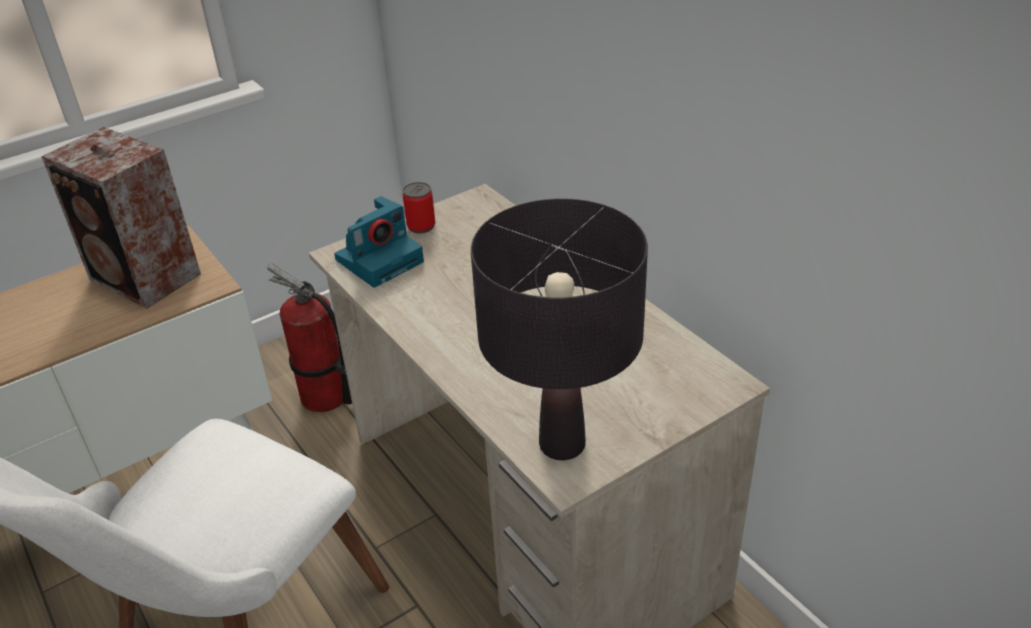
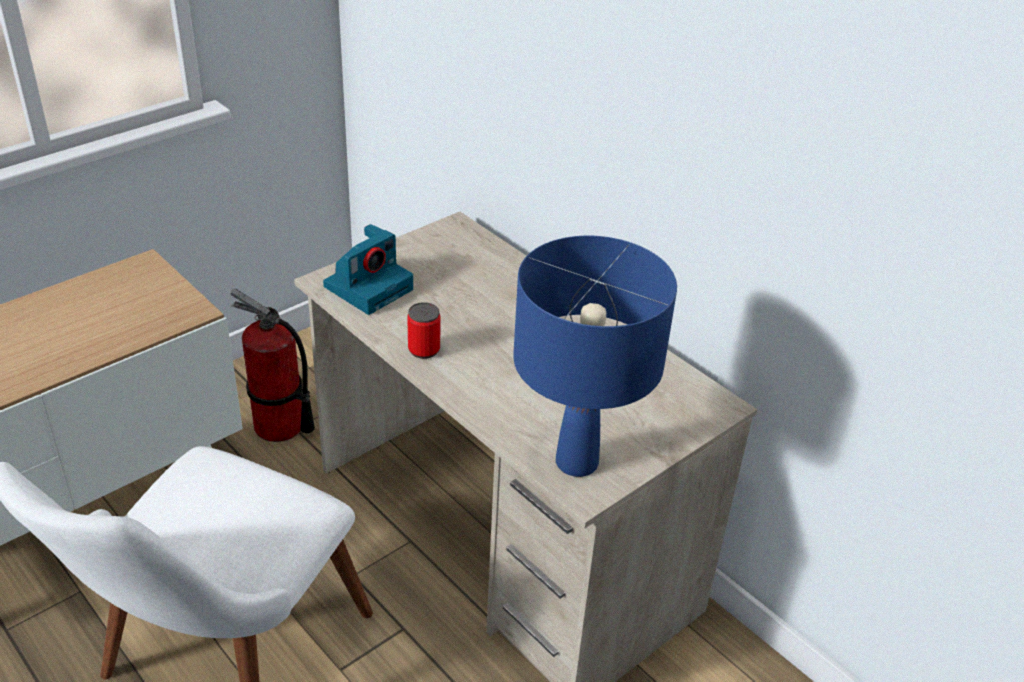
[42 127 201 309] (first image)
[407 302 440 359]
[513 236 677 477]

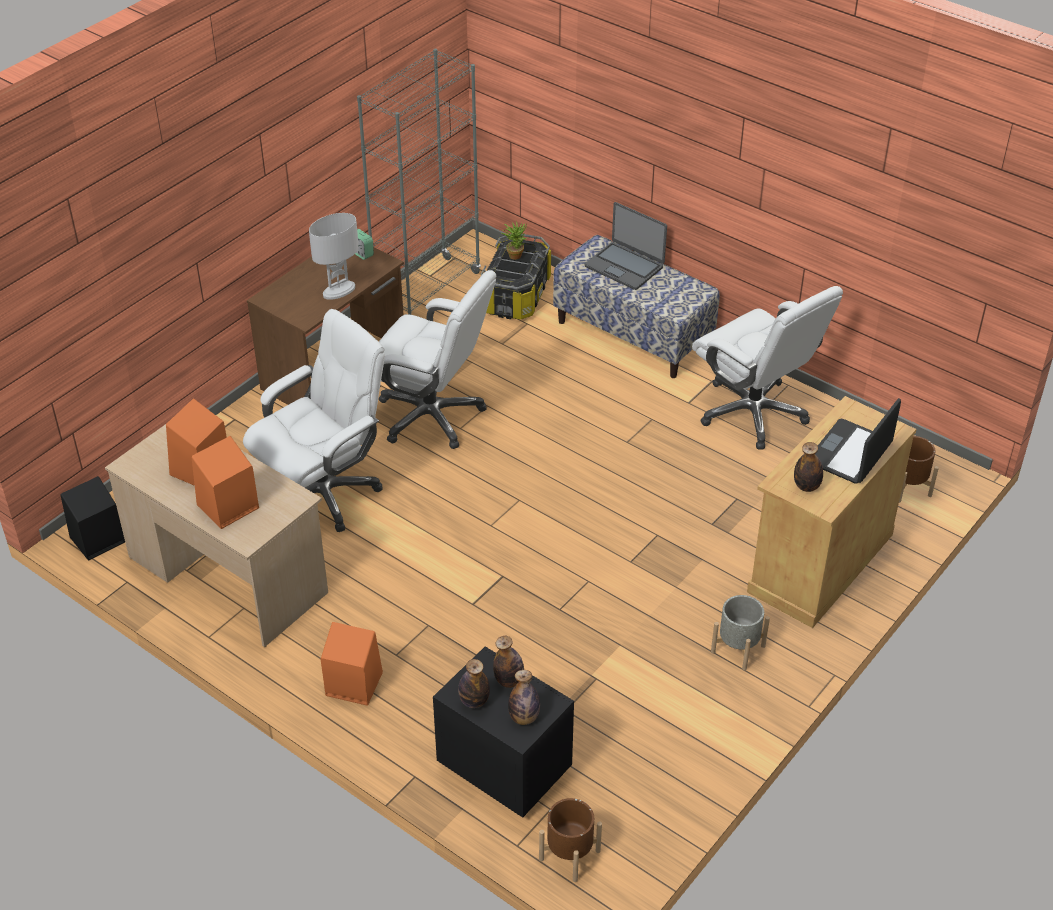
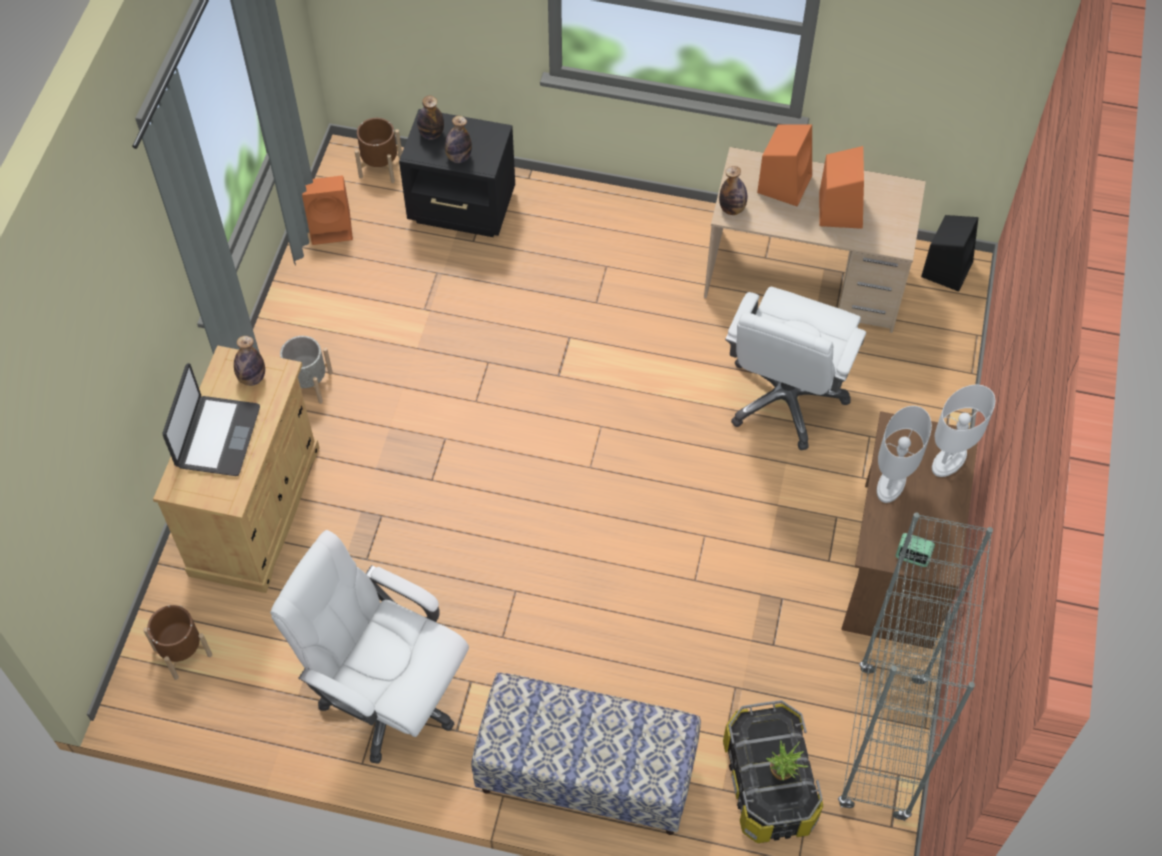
[379 270 496 449] (first image)
[585 202 667 290] (first image)
[932 385 995 477]
[302 176 353 245]
[719 166 747 215]

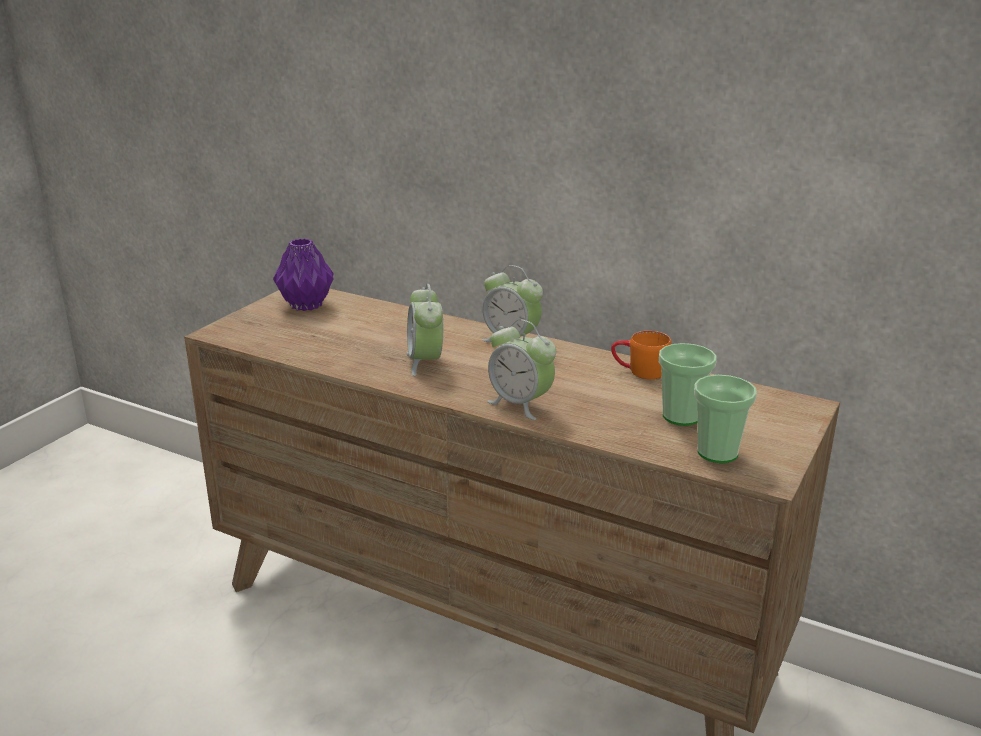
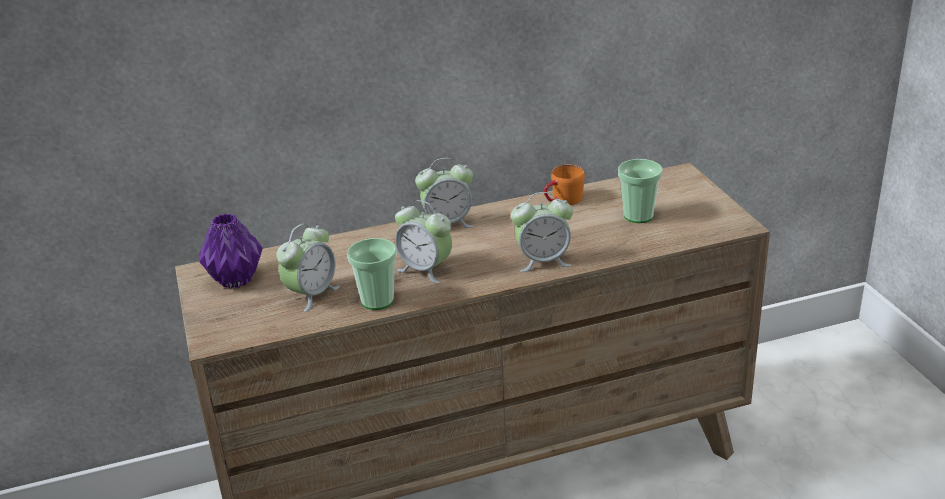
[276 224 340 312]
[347 238 397 310]

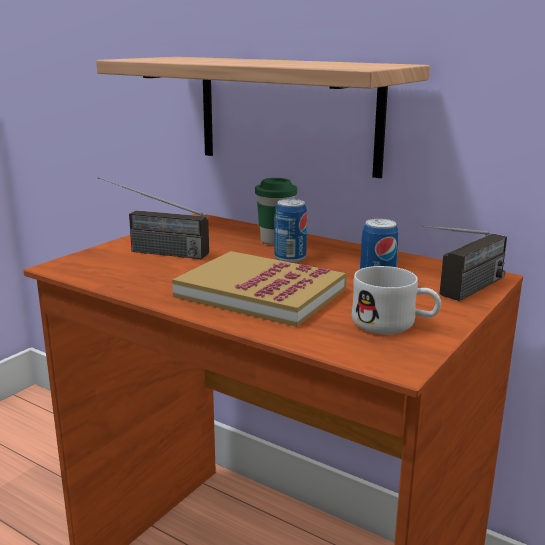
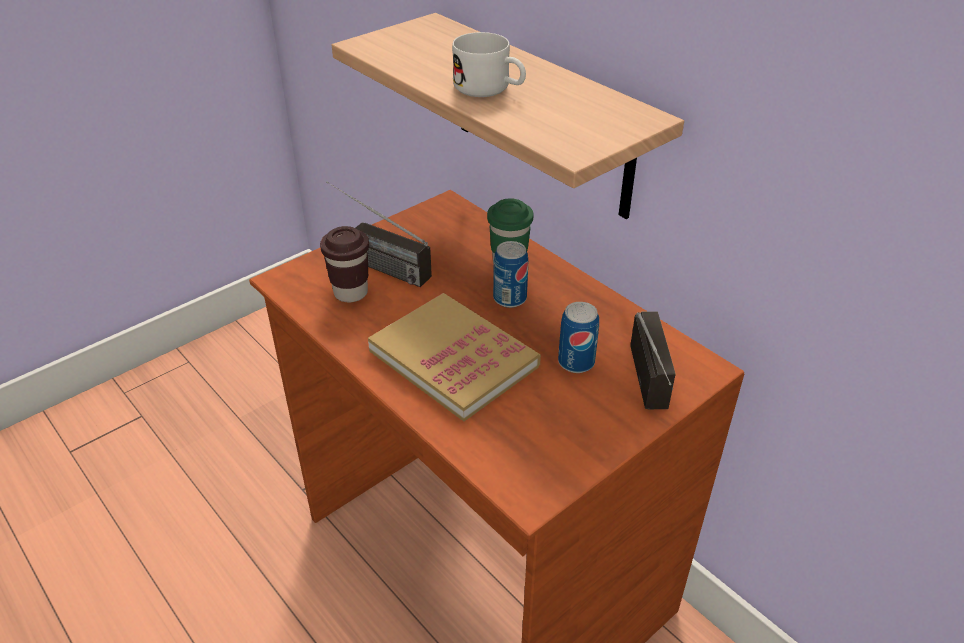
[320 226 369 302]
[452 32 526 97]
[630 311 676 409]

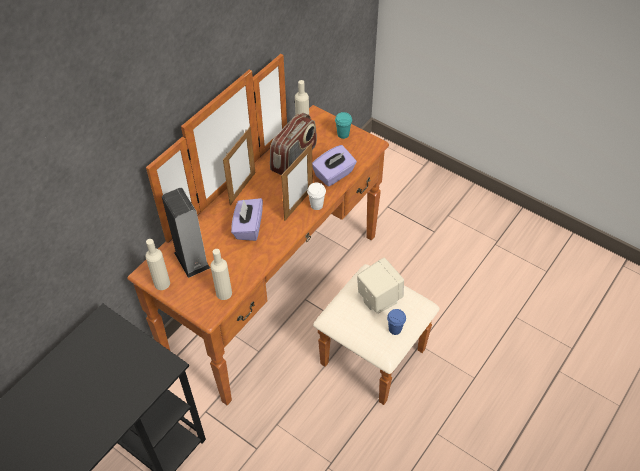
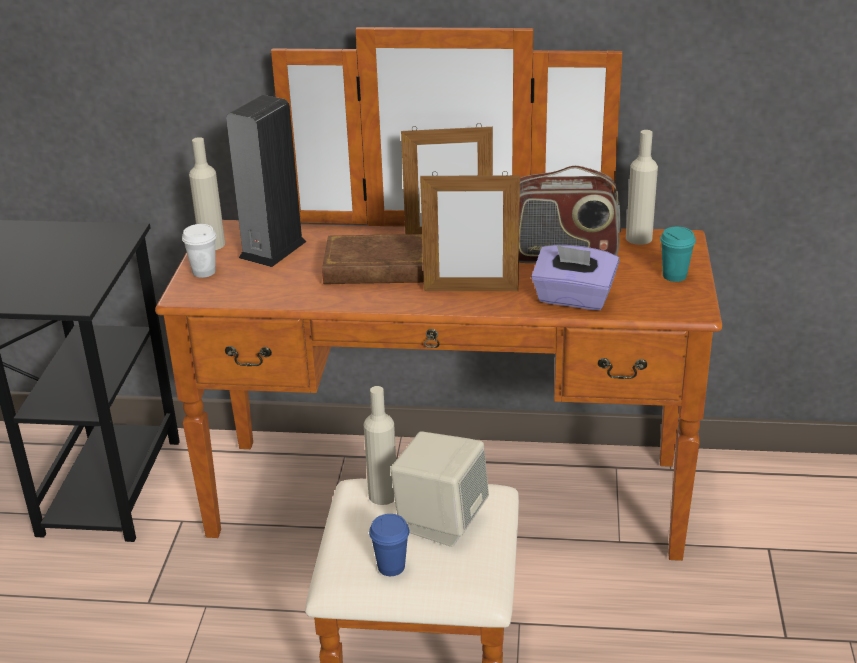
[364 386 396 505]
[182 224 216 278]
[322 234 424 284]

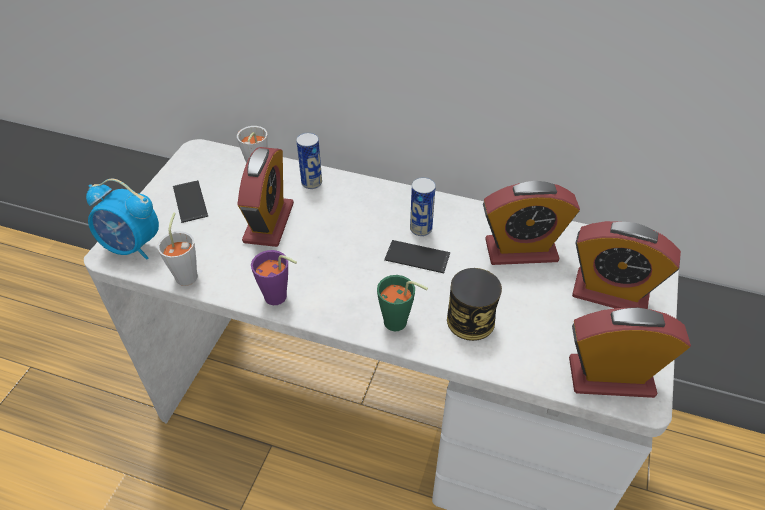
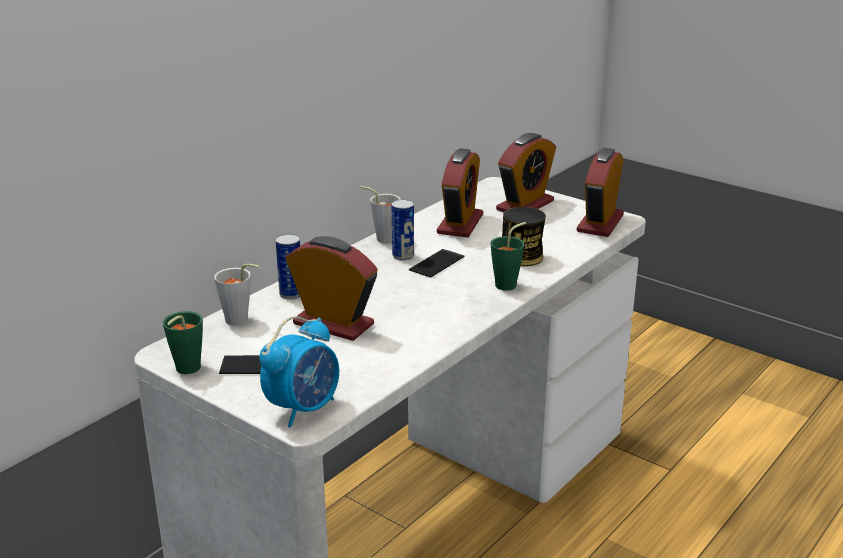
[251 250 297 305] (first image)
[163 311 203 374]
[360 186 401 243]

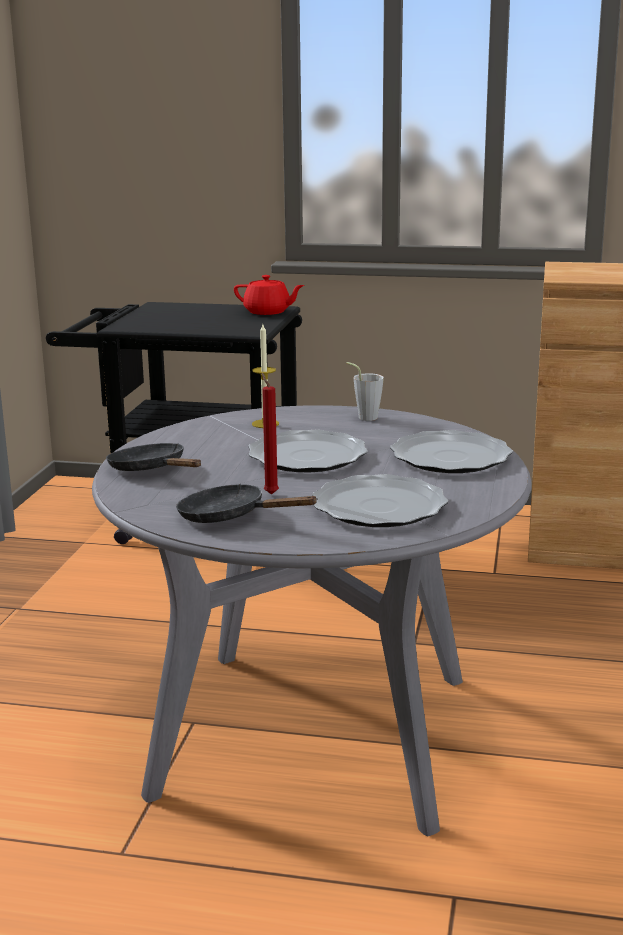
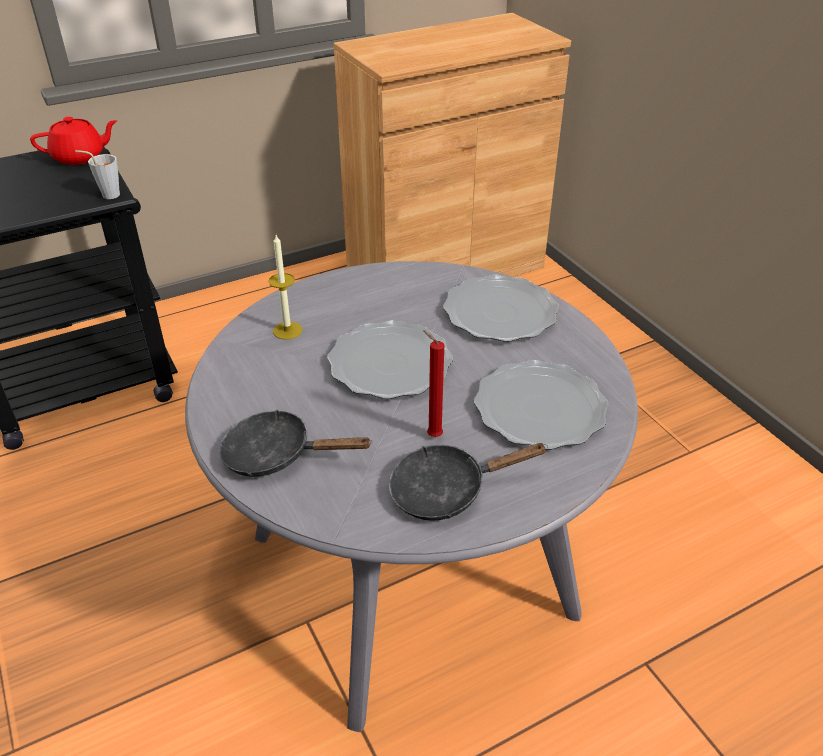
[75 150 120 199]

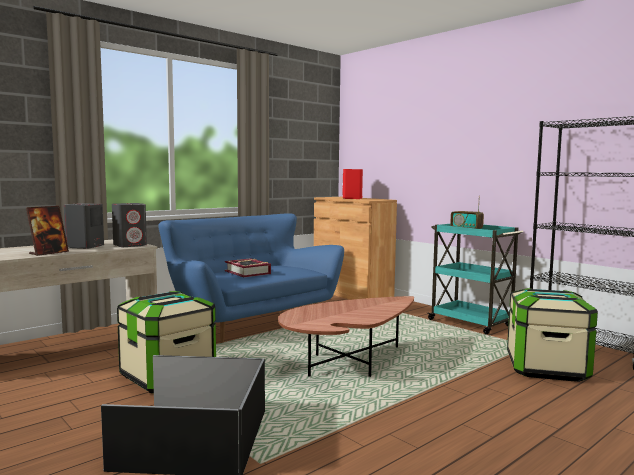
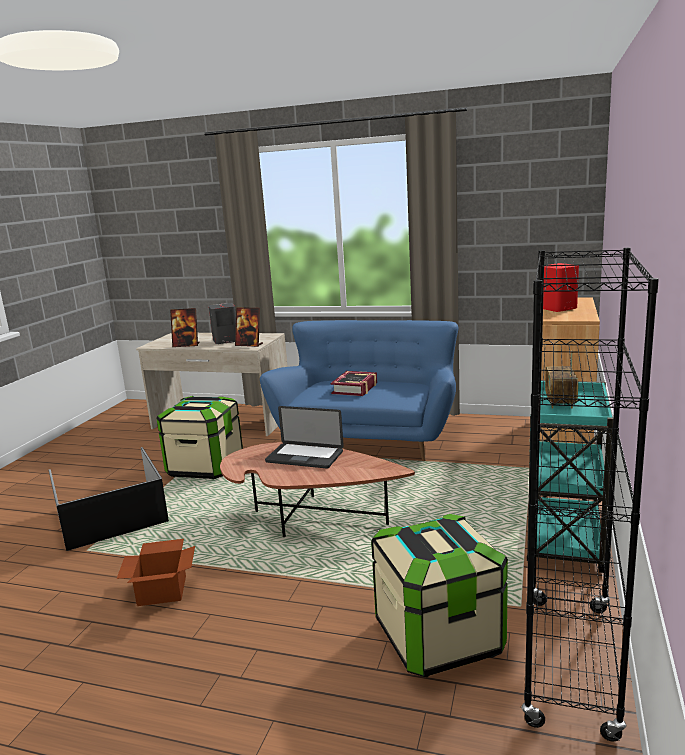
[117 539 195 606]
[265 406 344 468]
[235 307 263 347]

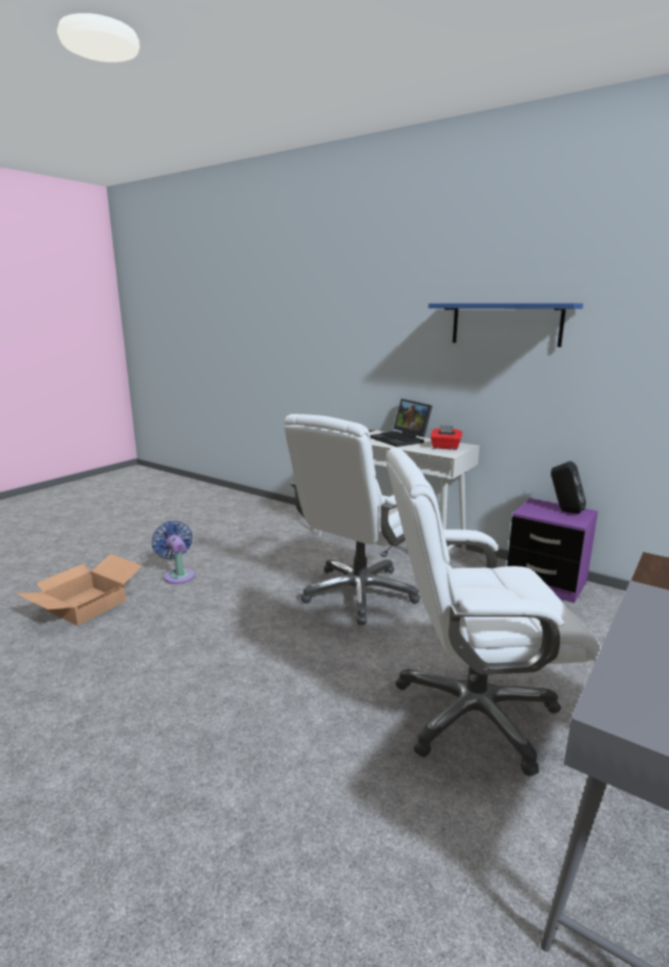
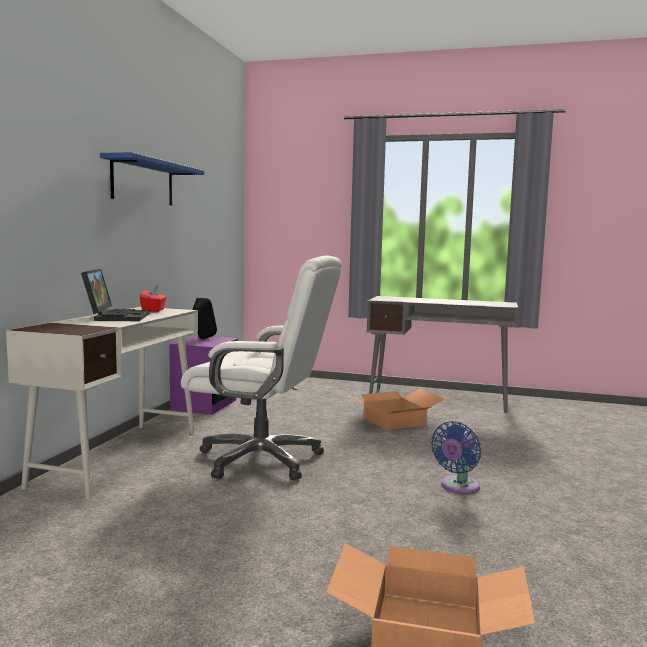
[431 421 481 494]
[346 389 444 430]
[81 269 150 321]

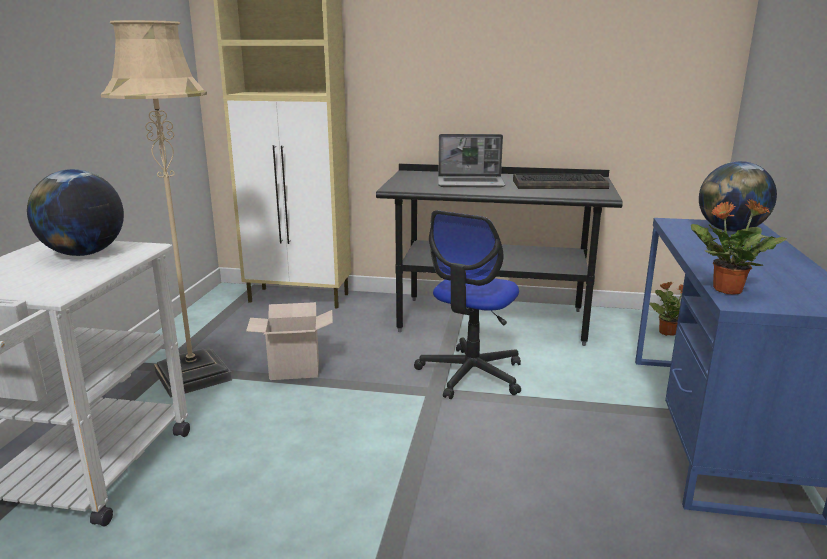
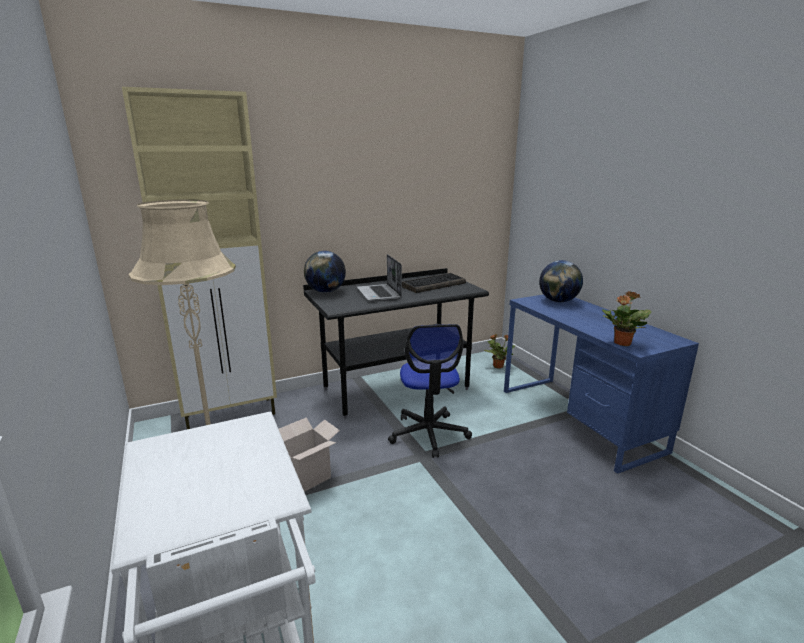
[304 251 346 293]
[357 254 402 302]

